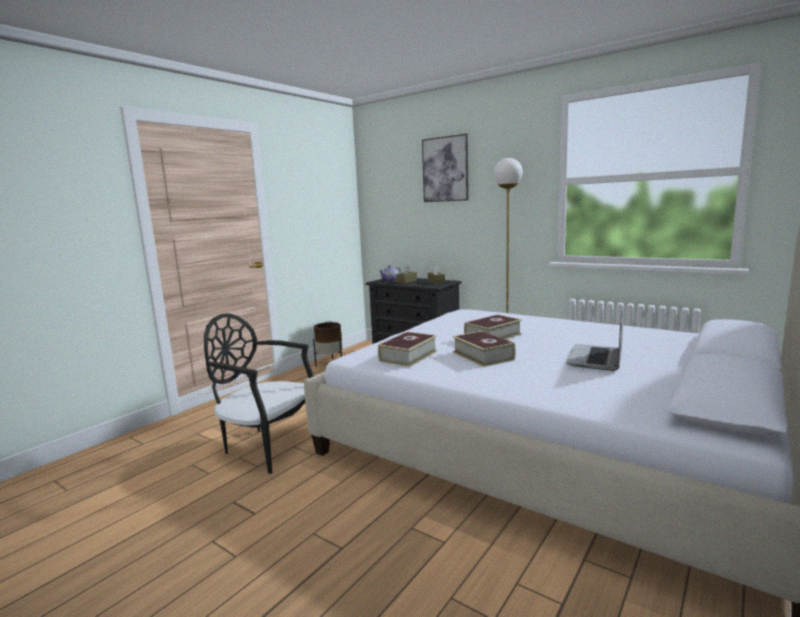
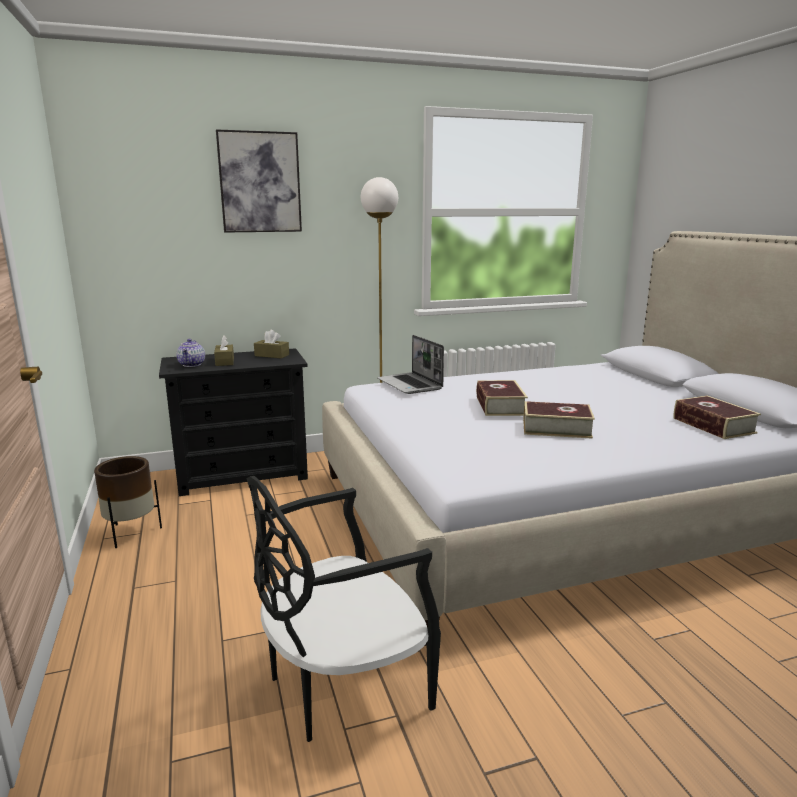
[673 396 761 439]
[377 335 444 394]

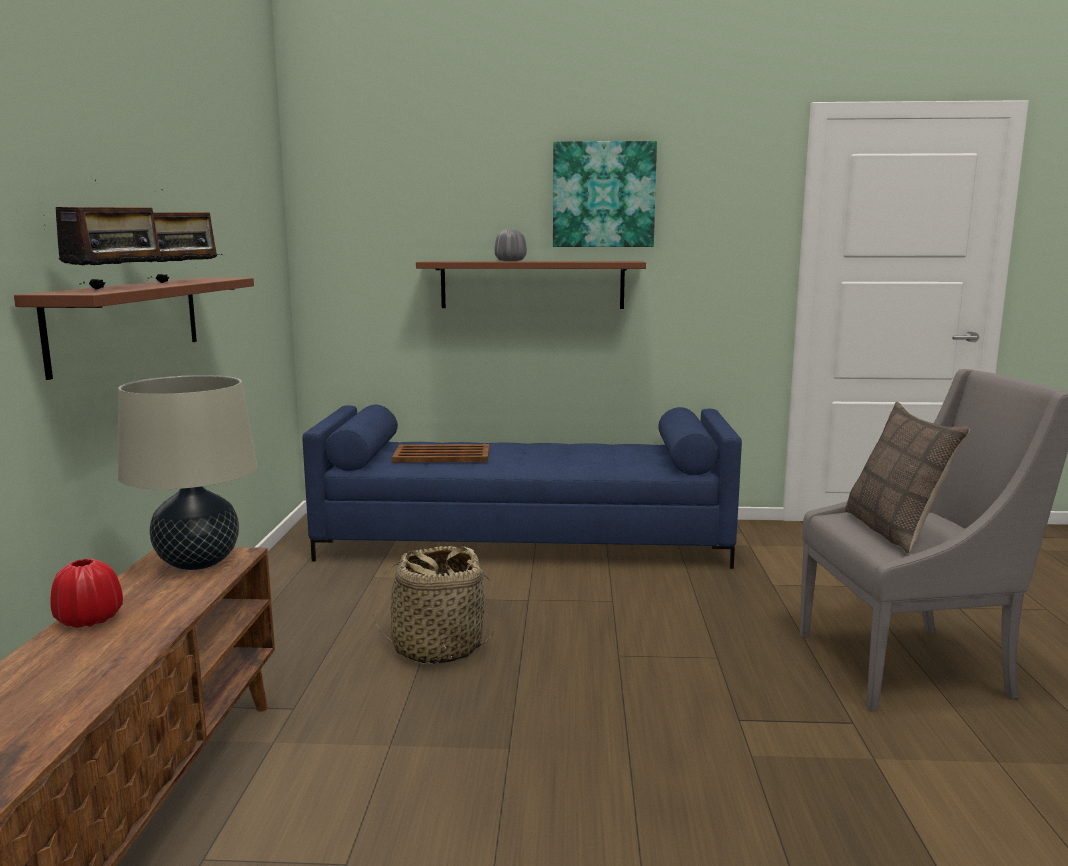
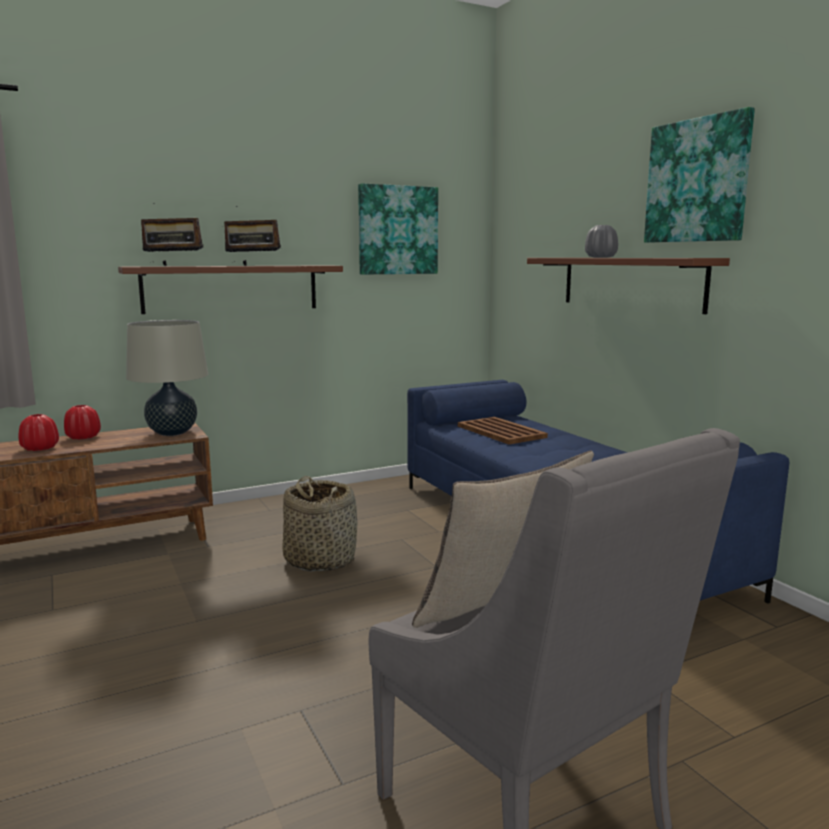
[19 414 59 451]
[358 183 438 275]

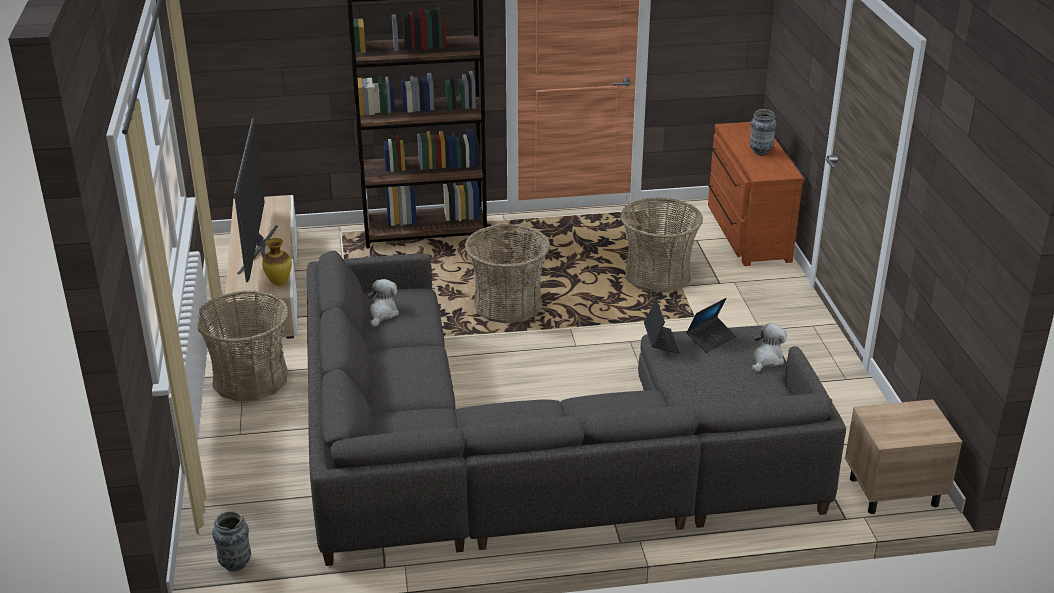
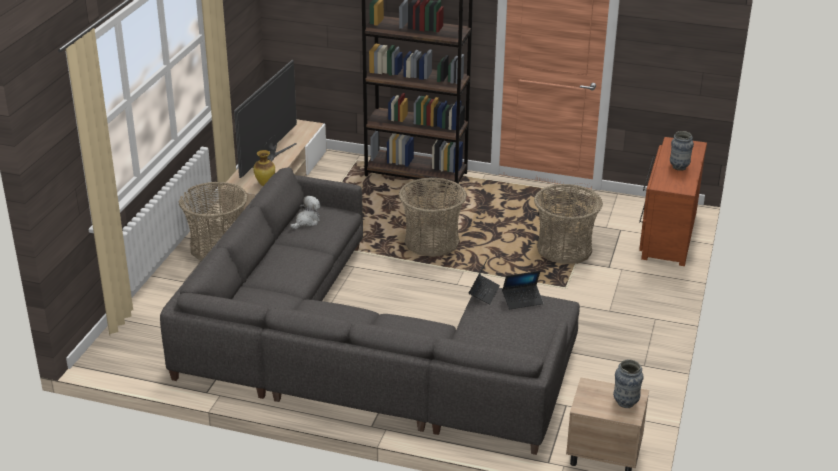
[752 323 787 372] (first image)
[613 359 643 408]

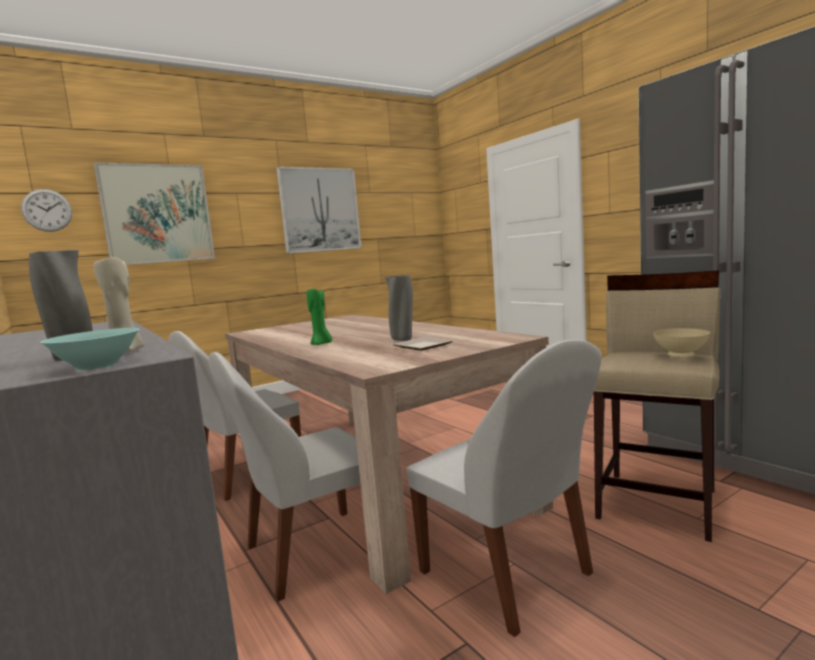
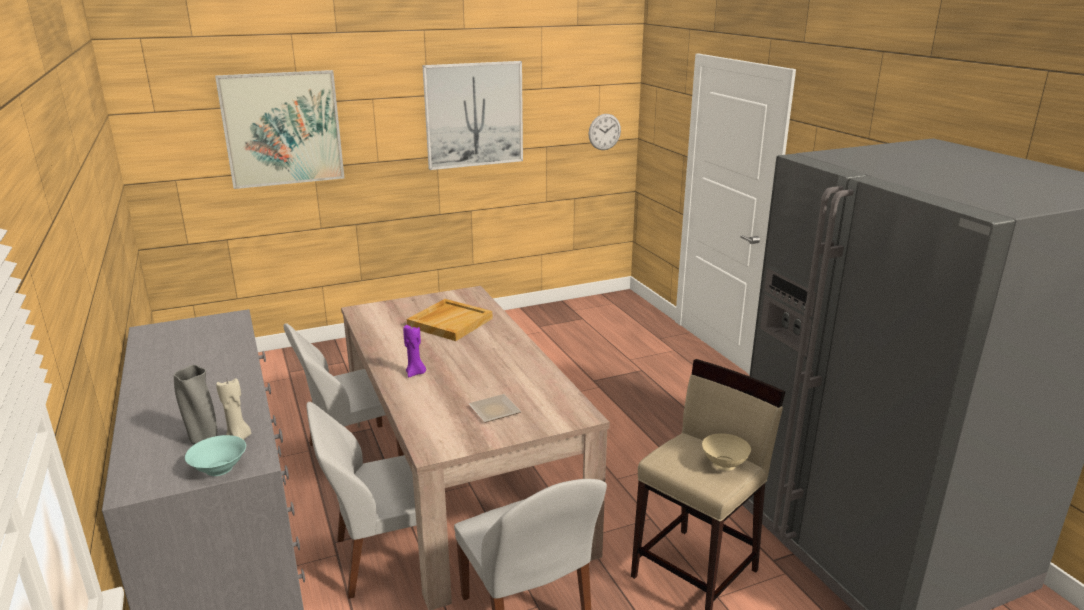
[385 275 413 341] (first image)
[407 299 493 341]
[588 114 621 150]
[403 325 426 377]

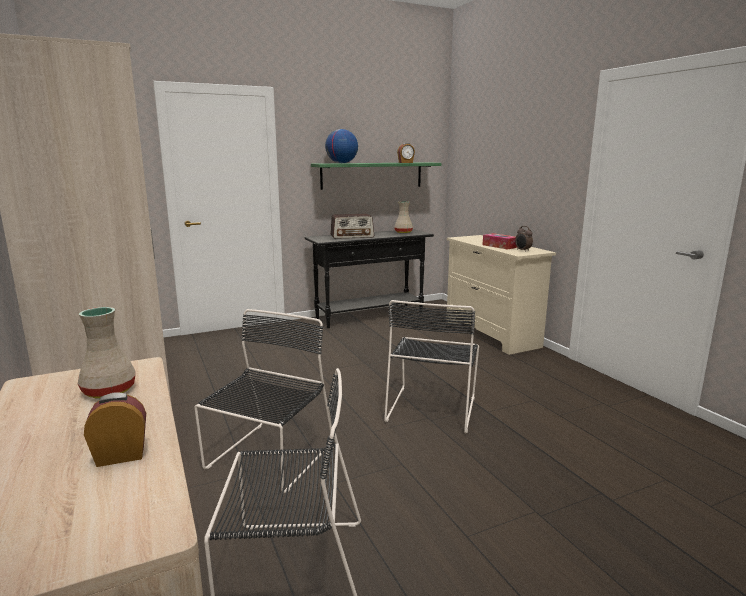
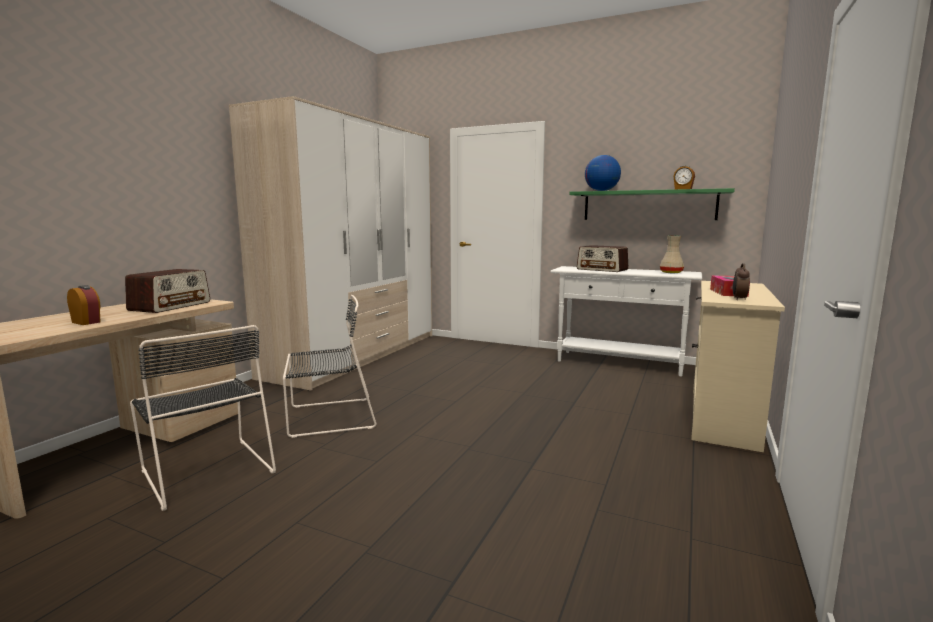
[384 300 479 433] (first image)
[125 269 210 313]
[550 266 702 376]

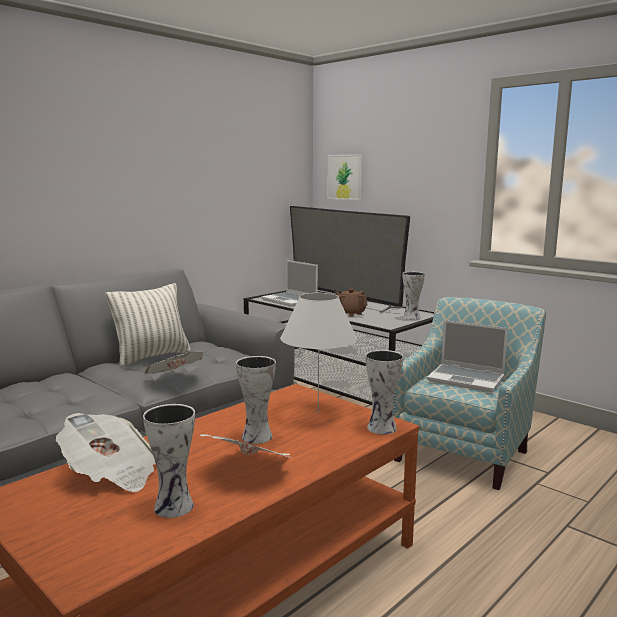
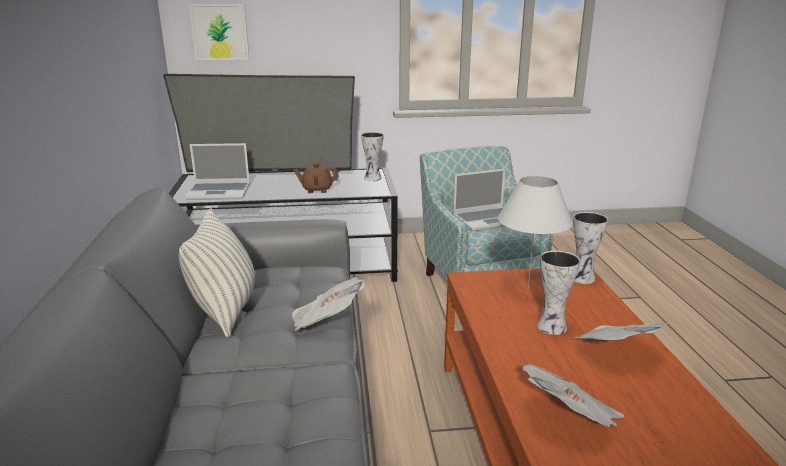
[143 404 195 518] (first image)

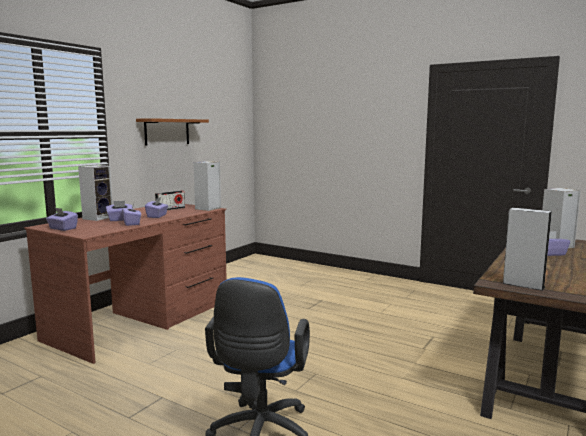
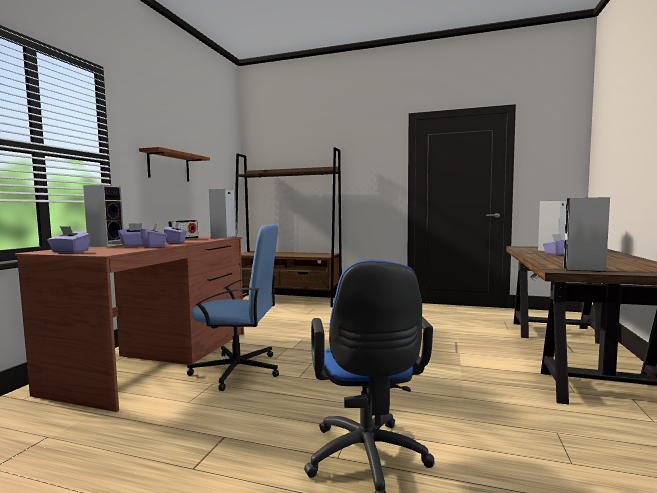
[187 224 279 391]
[235 147 342 307]

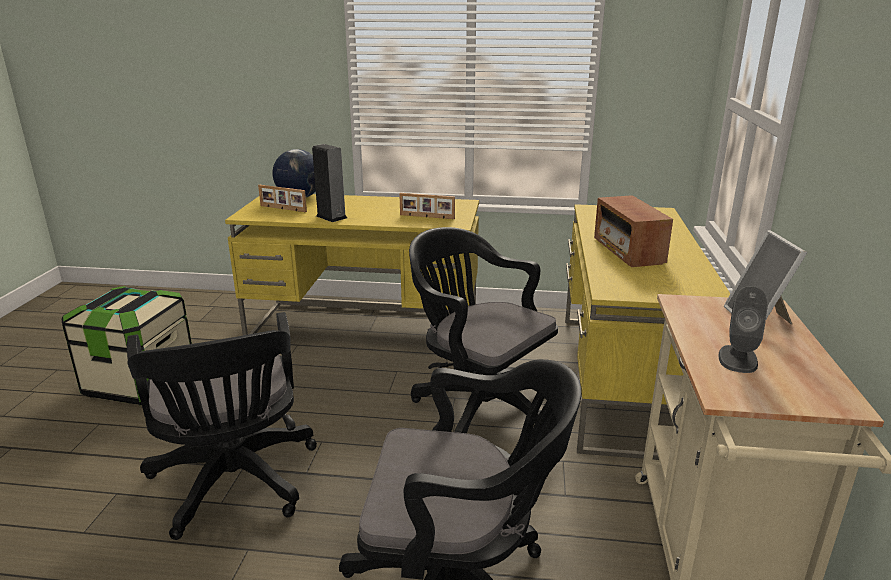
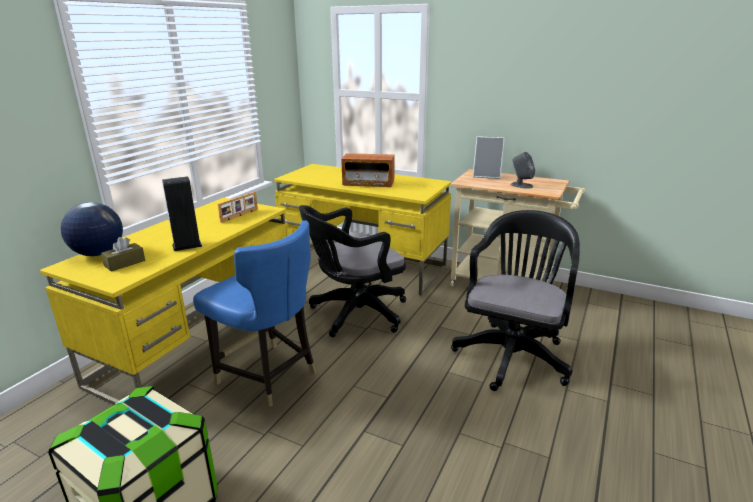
[127 312 317 540] (first image)
[193 221 316 407]
[101 237 145 272]

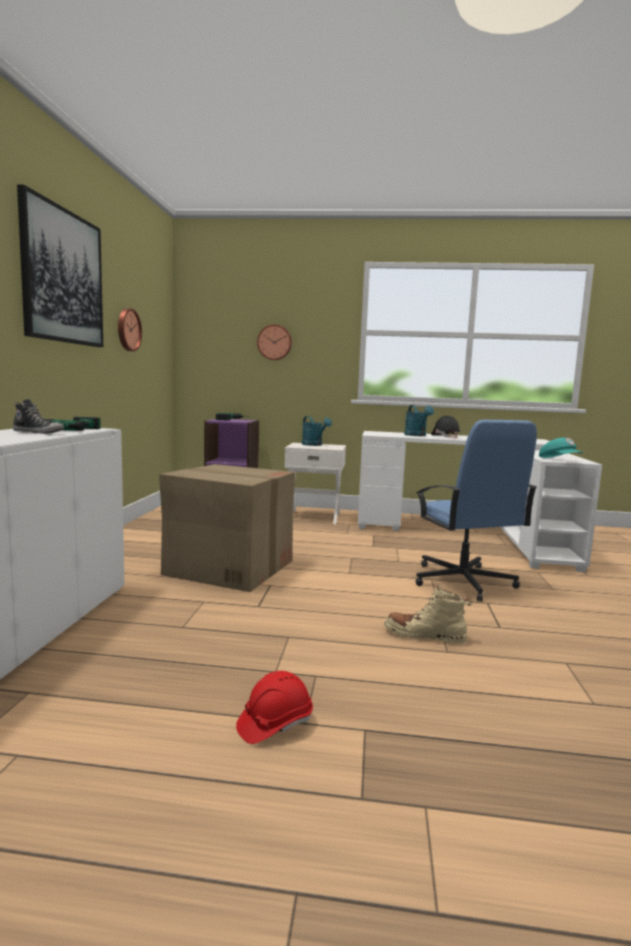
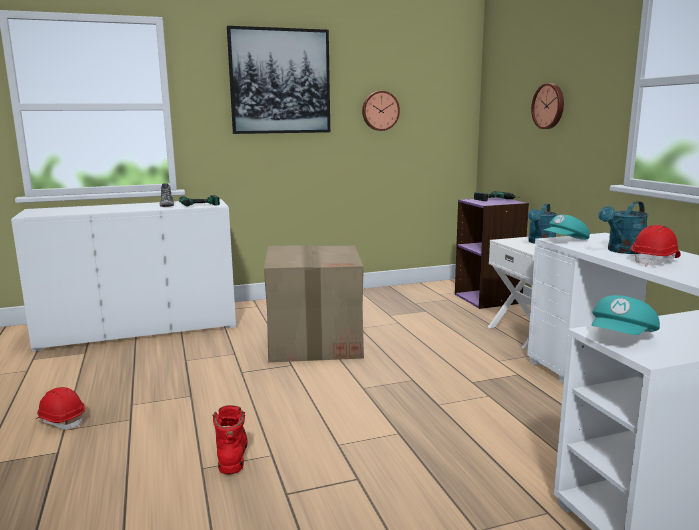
[416 420 537 601] (first image)
[543 215 590 240]
[213 405 248 475]
[631 225 681 267]

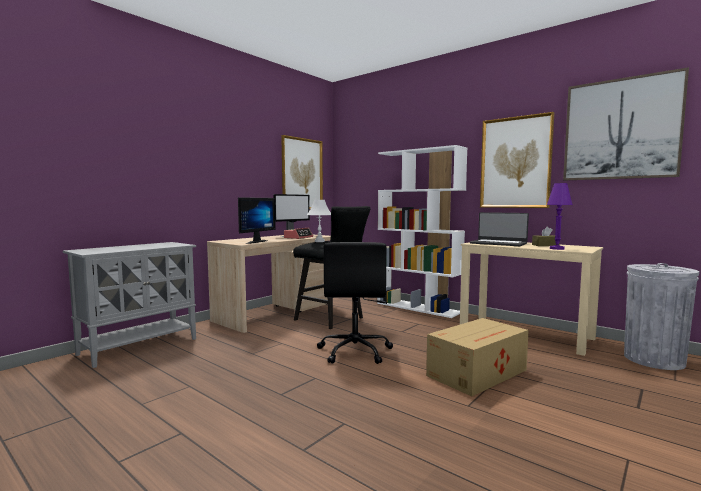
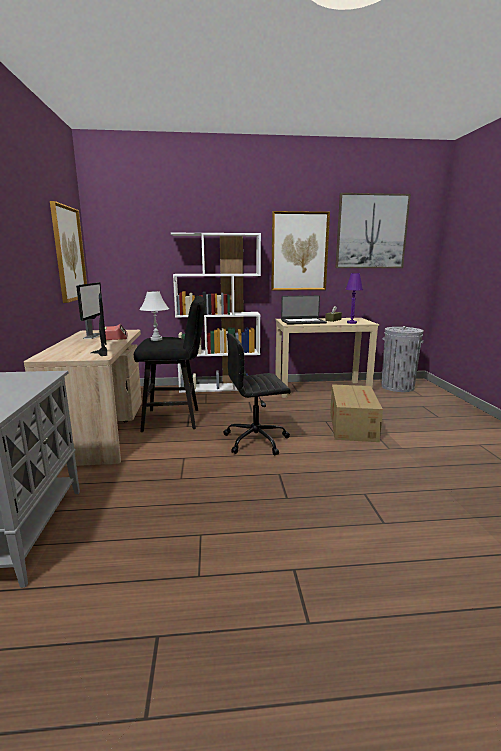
[224 333 291 456]

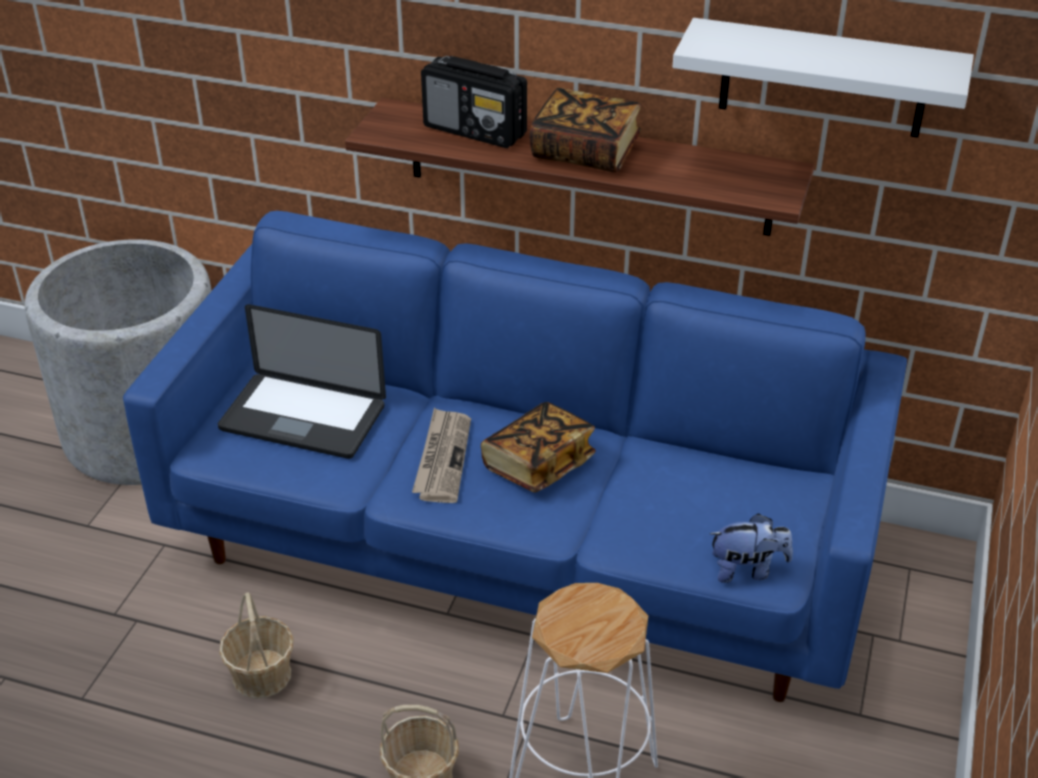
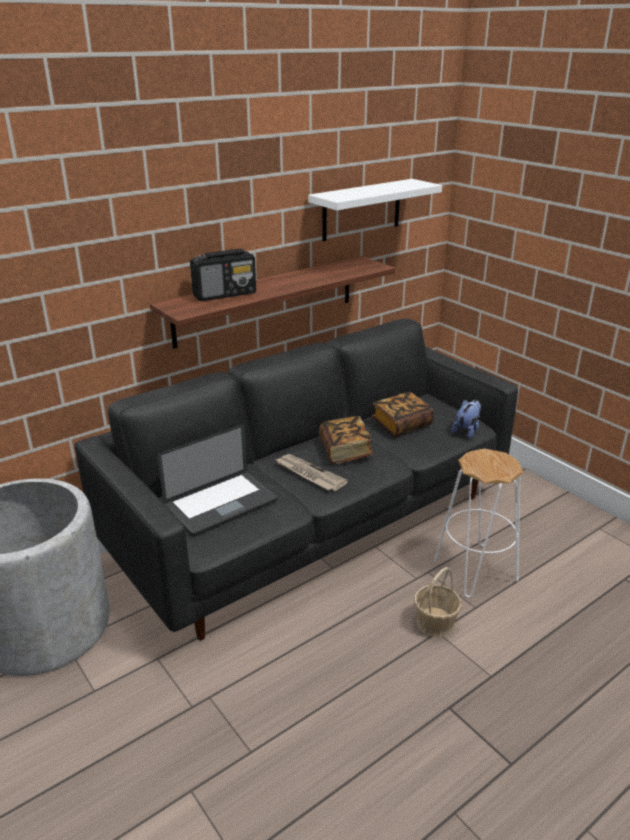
[219 592 294 699] (first image)
[372 392 434 437]
[74 319 518 640]

